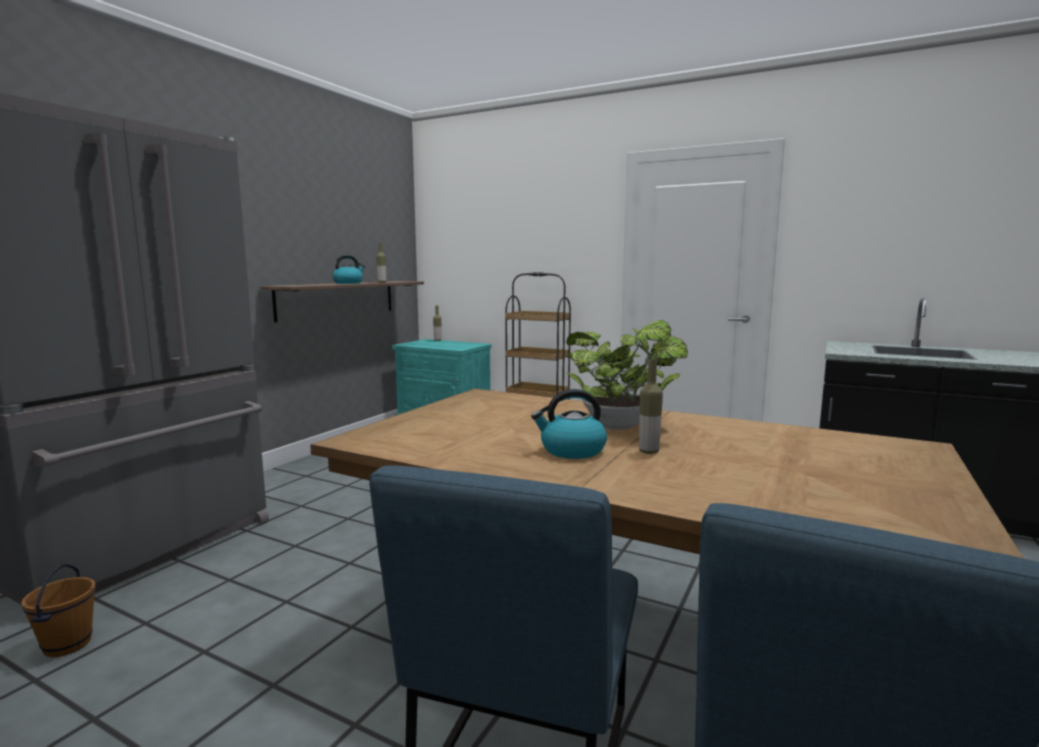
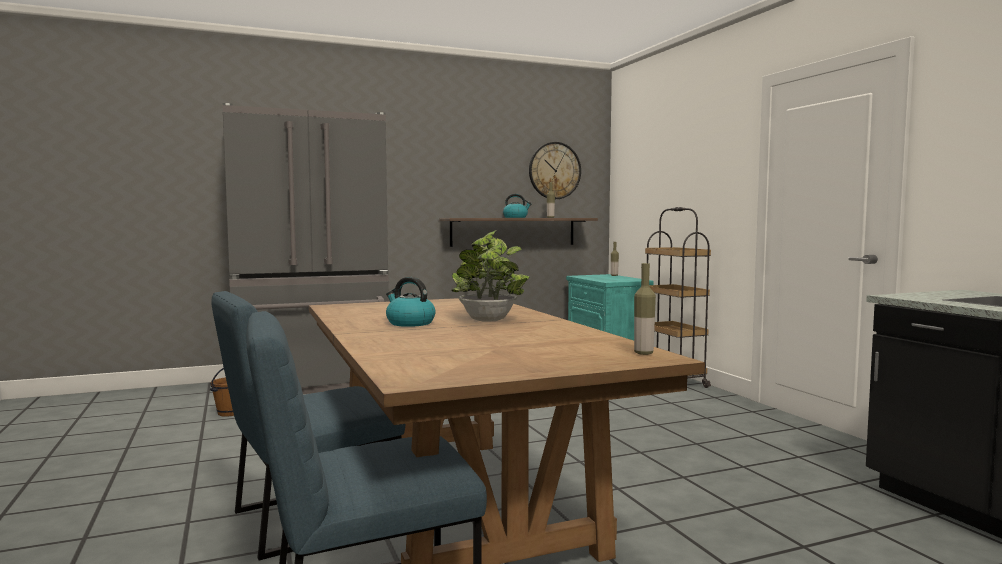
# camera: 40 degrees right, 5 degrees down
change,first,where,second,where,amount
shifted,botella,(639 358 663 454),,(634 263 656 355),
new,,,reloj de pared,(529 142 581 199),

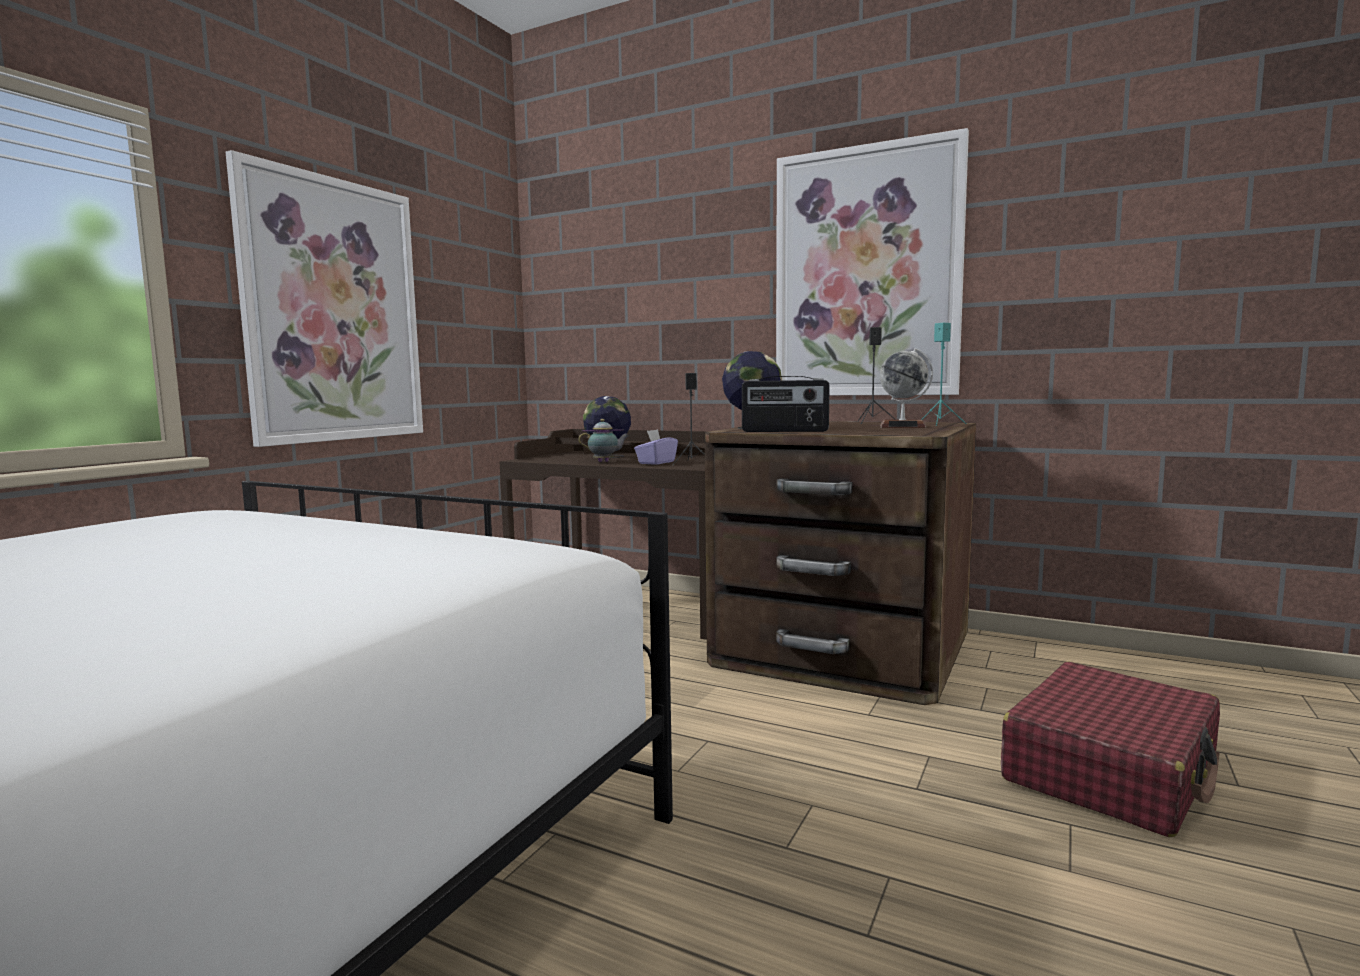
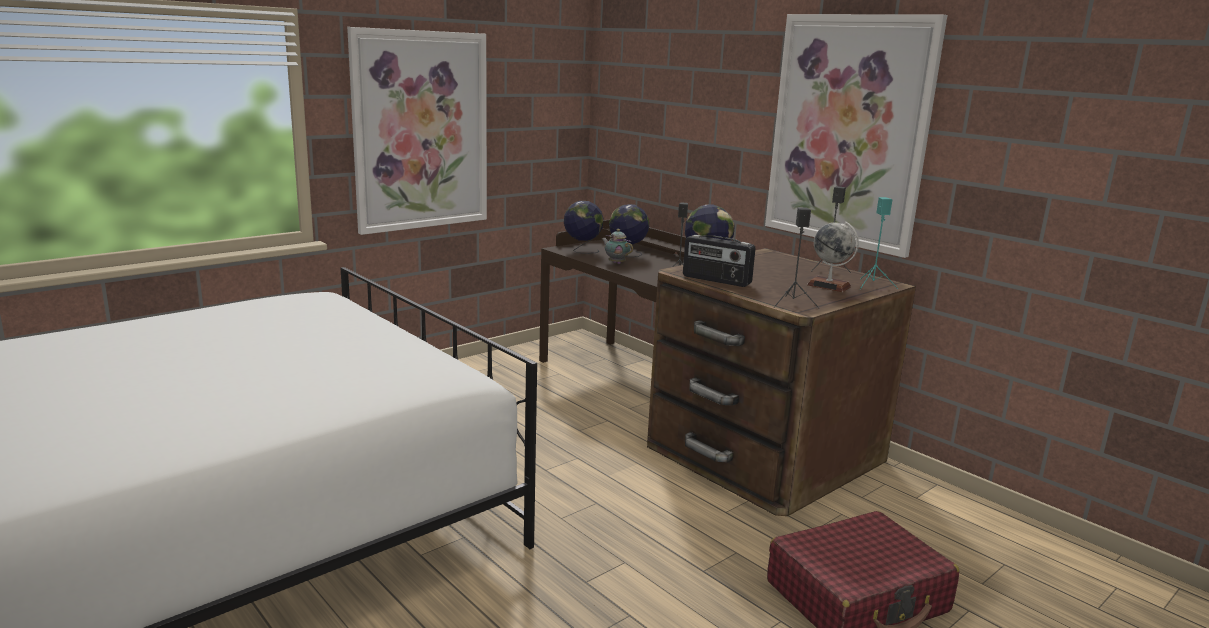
# camera: 20 degrees right, 10 degrees up
change,first,where,second,where,amount
rotated,tetera,(578 419 629 462),,(602 229 633 264),150 degrees counterclockwise
gone,caja de pañuelos (morado),(634 429 678 465),,,
new,,,globo terráqueo,(564 201 604 254),
new,,,altavoz (negro),(774 207 819 309),

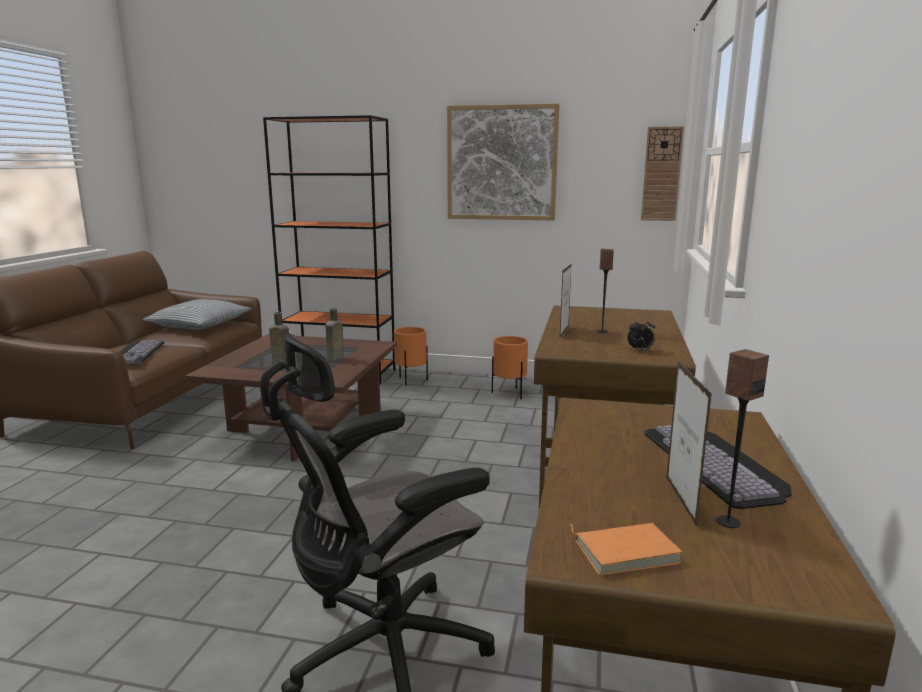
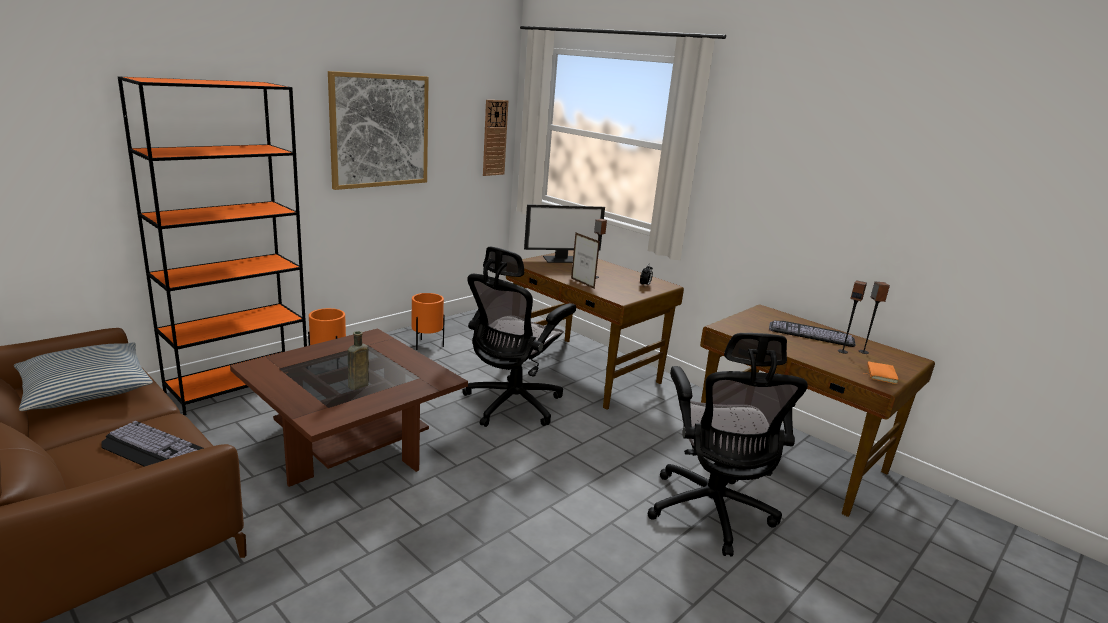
# camera: 60 degrees left, 5 degrees up
change,first,where,second,where,amount
gone,botella (marrón),(326 308 344 362),,,
swapped,portarretratos,(666 361 712 527),altavoz,(838 280 867 354),
new,,,monitor,(524 204 605 263),
new,,,silla de oficina,(462 247 576 427),

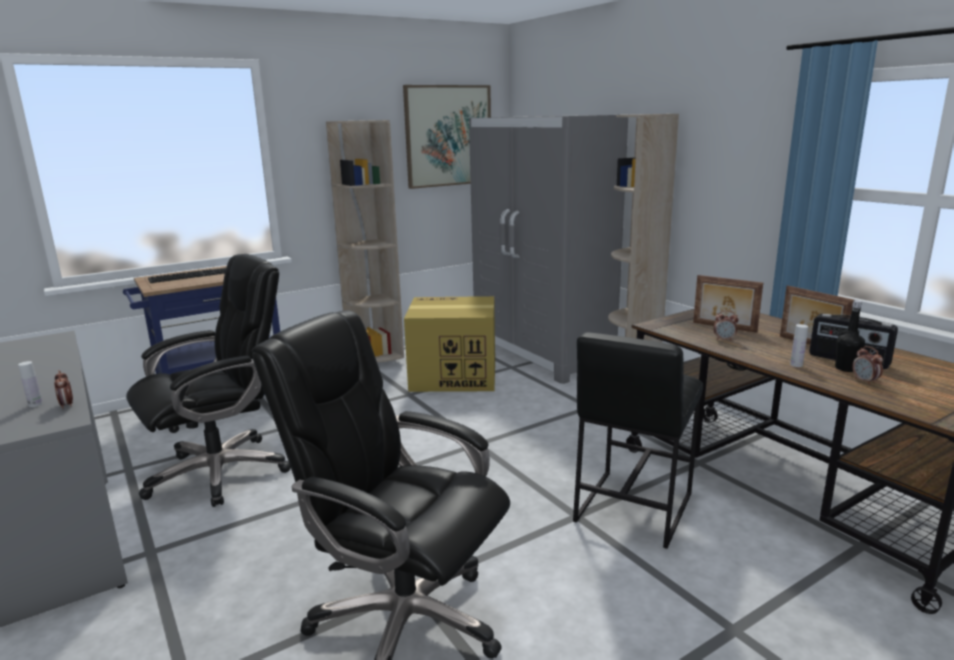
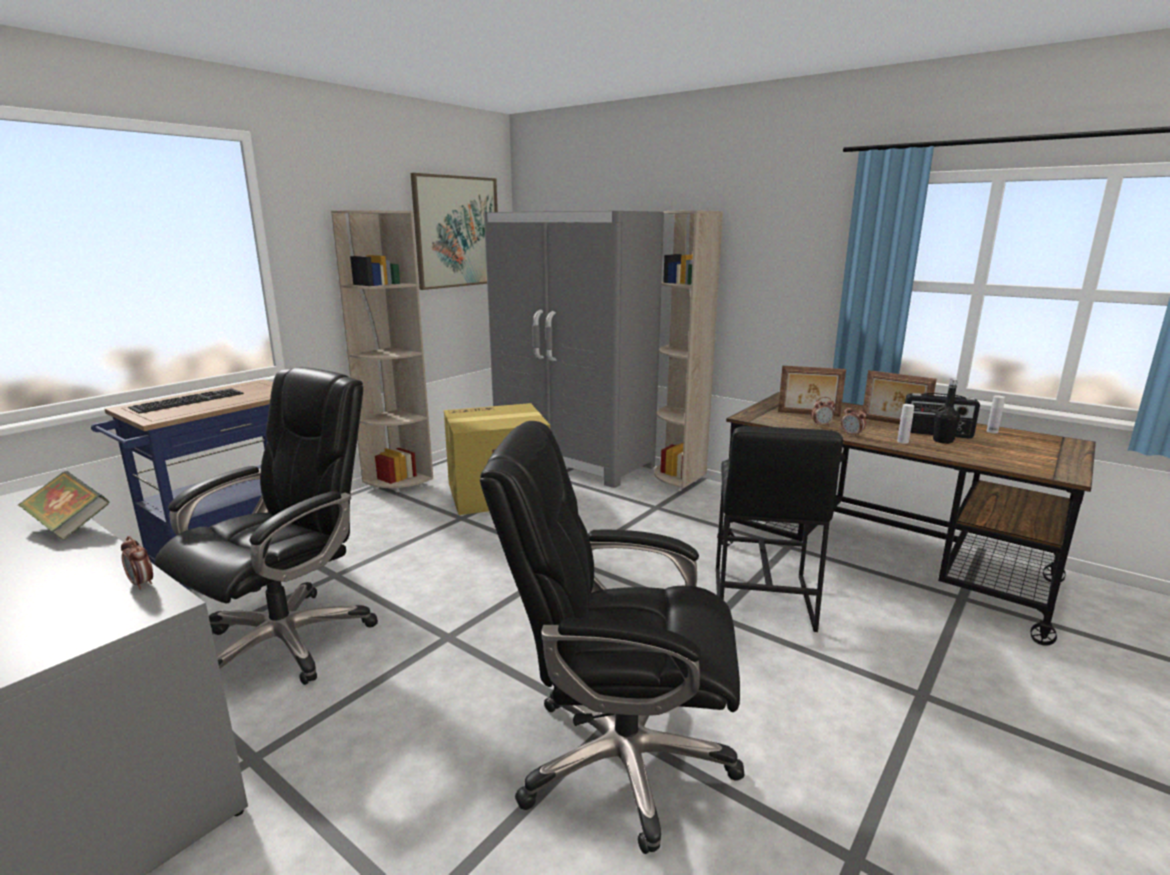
# camera: 20 degrees left, 0 degrees up
change,first,where,second,where,amount
shifted,despertador,(852 346 883 385),,(841 405 866 437),
shifted,botella (blanco),(18 361 43 407),,(987 395 1005 433),
new,,,libro,(17 471 109 540),

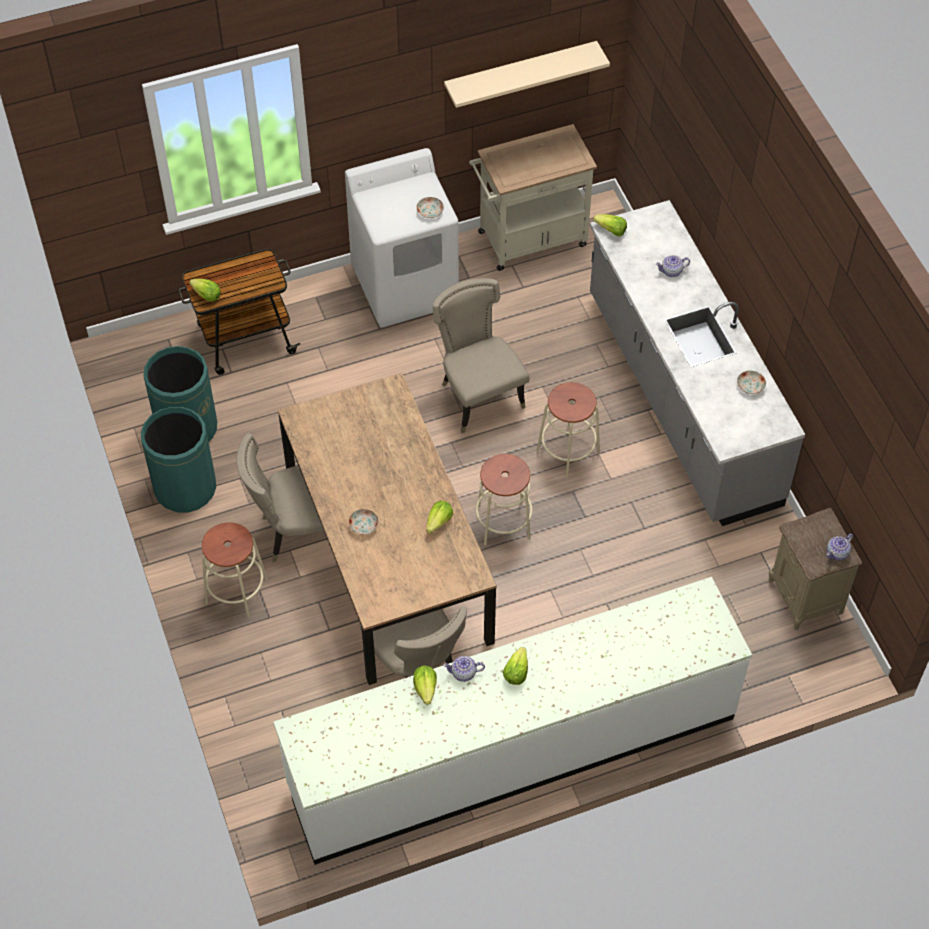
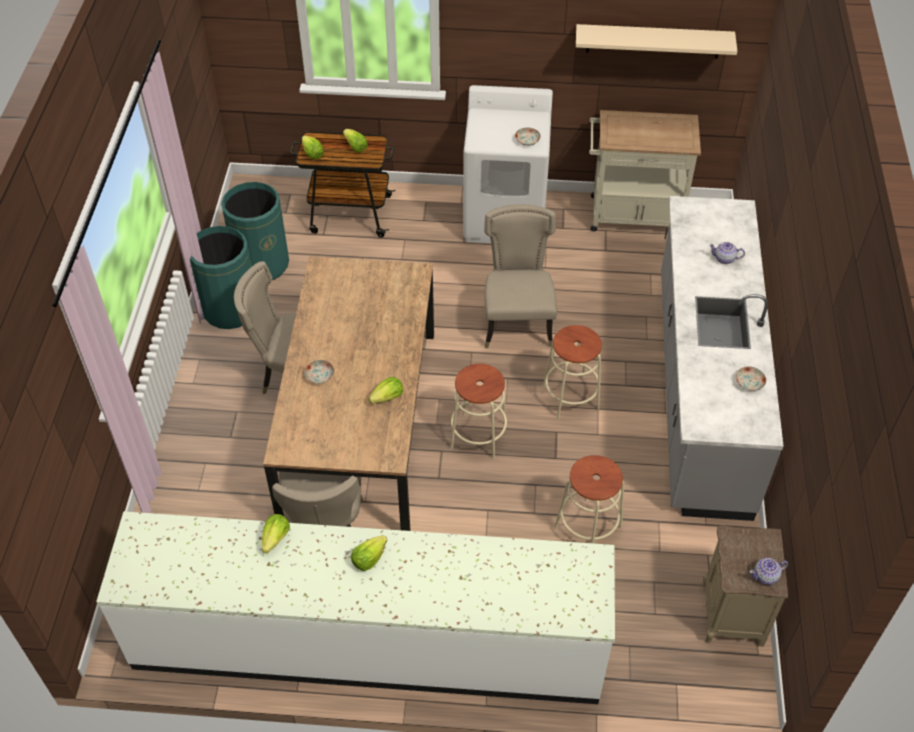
# camera: 25 degrees right, 5 degrees down
change,first,where,second,where,amount
shifted,lechuga,(593 214 627 237),,(343 129 368 153),
shifted,taburete (beis),(202 522 268 617),,(554 455 624 543),
gone,tetera,(443 656 485 682),,,

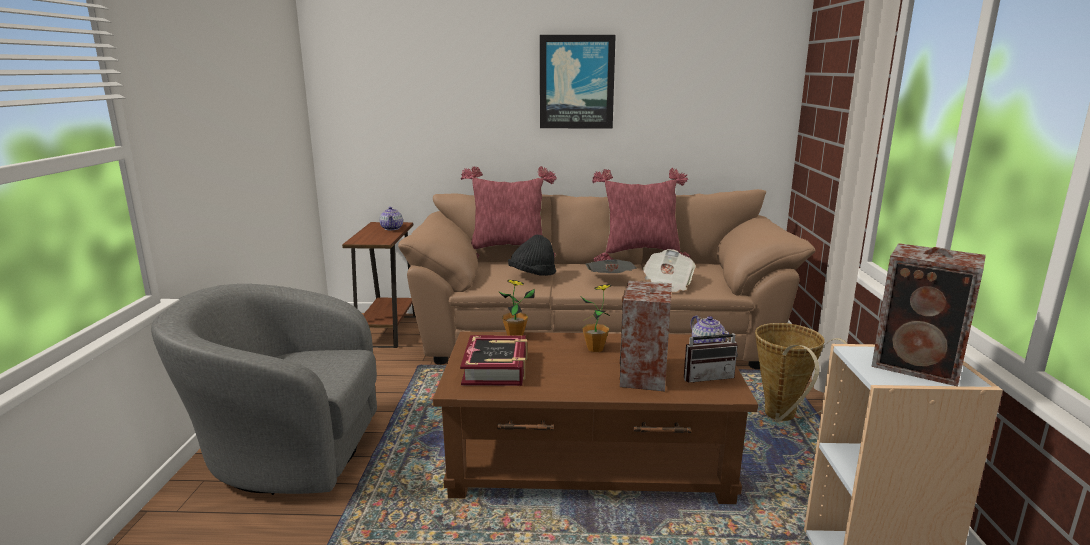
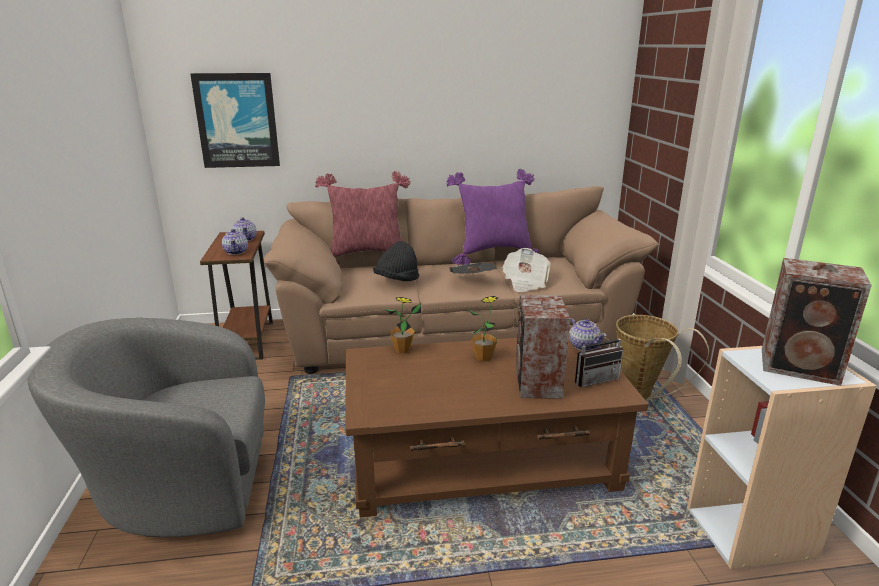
# camera: 10 degrees left, 5 degrees up
change,first,where,second,where,amount
shifted,cuadro,(540 35 616 129),,(190 73 280 168),
repainted,cojín (rojo),(592 168 691 262),cojín (morado),(447 169 540 265),
gone,libro,(460 335 527 386),,,
new,,,tetera,(222 229 248 255),

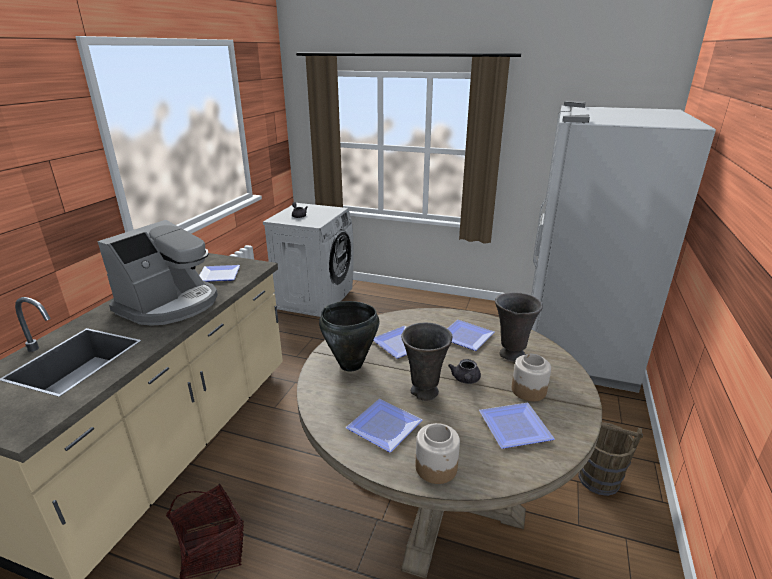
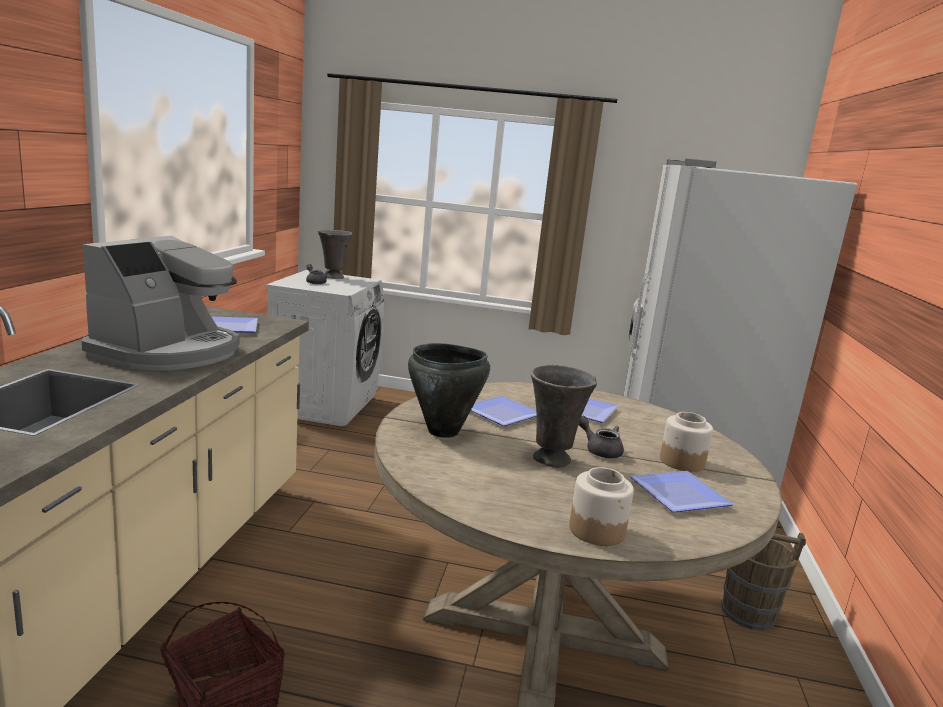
# camera: 10 degrees left, 10 degrees down
change,first,where,second,where,amount
shifted,florero (gris),(495 292 543 361),,(318 230 352 279),
rotated,tetera (gris),(448 359 481 384),,(578 416 624 458),135 degrees clockwise
gone,plato,(346 399 422 452),,,

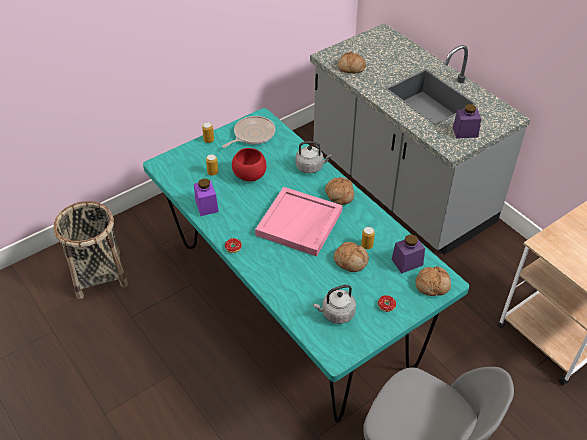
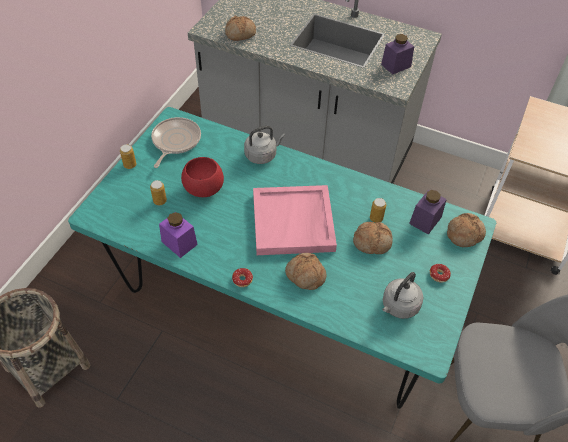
# camera: 30 degrees left, 5 degrees up
change,first,where,second,where,amount
shifted,pan,(325 177 354 205),,(285 253 326 290),

